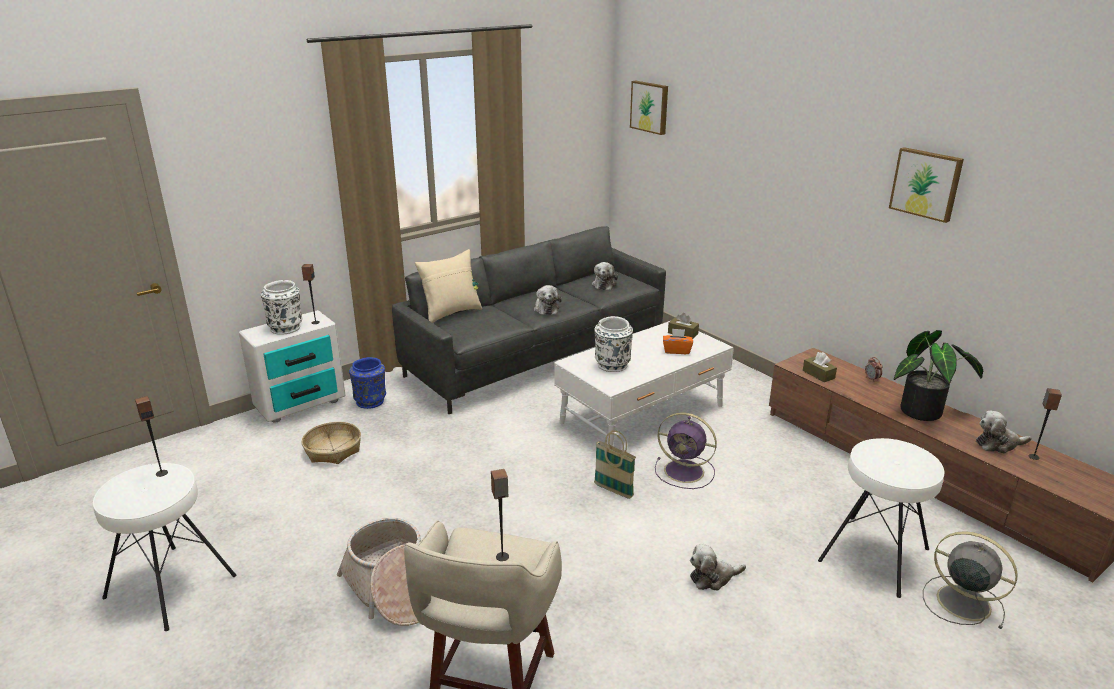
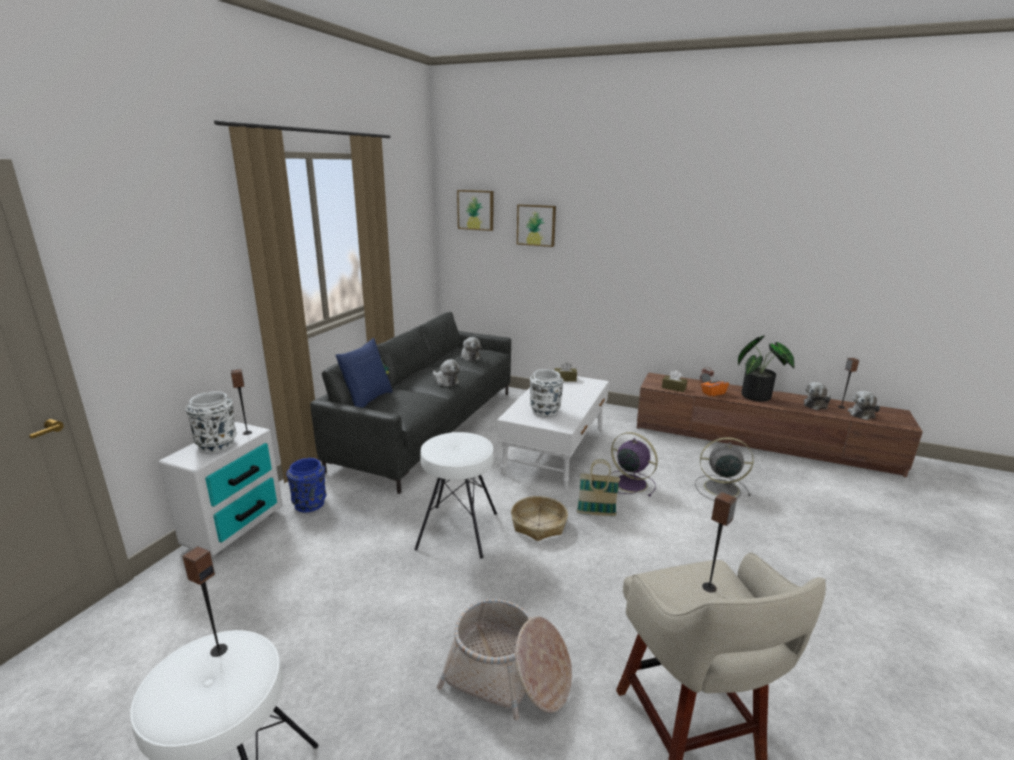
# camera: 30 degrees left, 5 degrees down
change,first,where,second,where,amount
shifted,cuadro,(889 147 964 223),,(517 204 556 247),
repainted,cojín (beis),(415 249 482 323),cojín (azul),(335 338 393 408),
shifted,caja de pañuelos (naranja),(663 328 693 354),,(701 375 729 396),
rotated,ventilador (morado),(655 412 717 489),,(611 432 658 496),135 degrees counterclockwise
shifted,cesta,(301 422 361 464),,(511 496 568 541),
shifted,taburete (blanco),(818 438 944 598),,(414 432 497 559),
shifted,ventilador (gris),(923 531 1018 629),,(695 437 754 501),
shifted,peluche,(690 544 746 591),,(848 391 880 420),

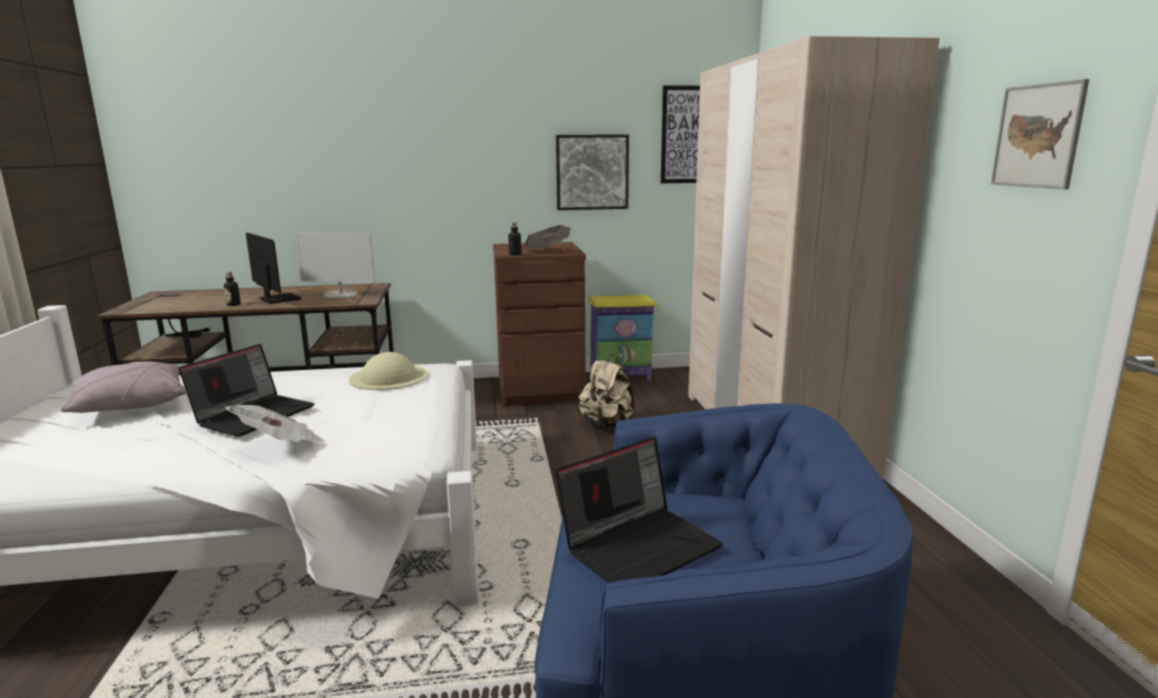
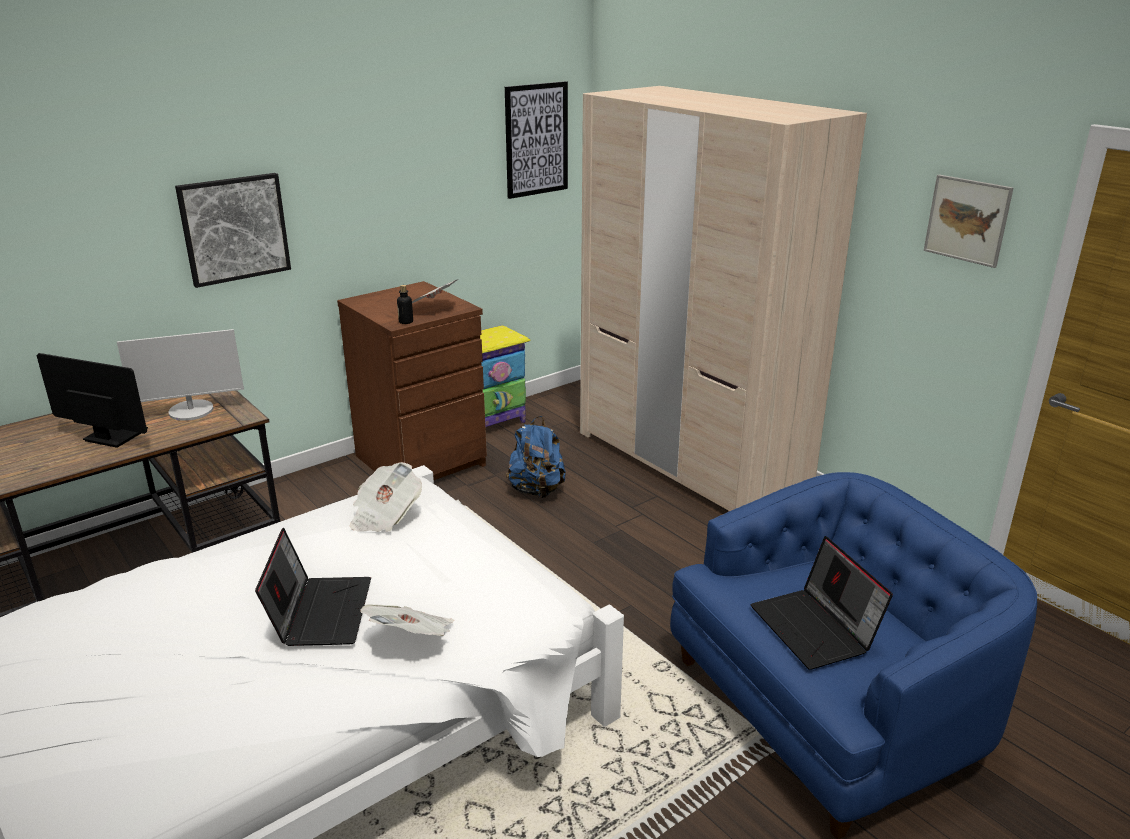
# camera: 30 degrees left, 10 degrees up
change,first,where,second,where,amount
shifted,cuadro,(556 134 629 210),,(175 173 291 288),
gone,botella,(224 272 241 306),,,
swapped,sombrero (beis),(349 352 428 390),periódico,(349 462 422 532),
repainted,mochila (beis),(579 354 635 430),mochila (azul),(506 416 566 498),
gone,cojín (morado),(61 362 186 413),,,
rotated,portátil,(556 437 723 583),,(751 536 893 670),135 degrees clockwise

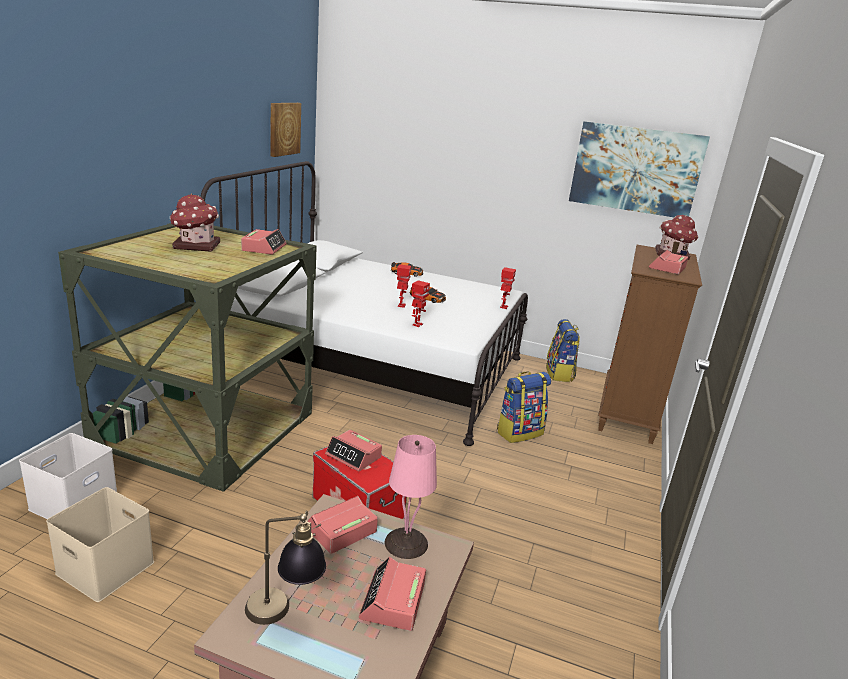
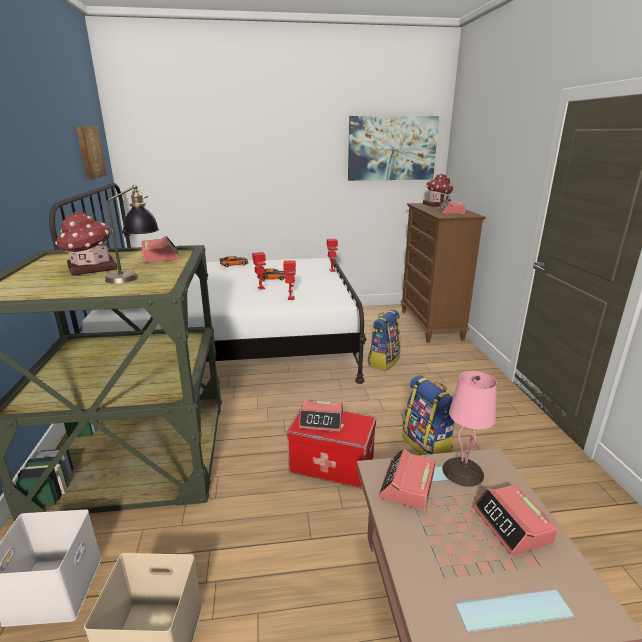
# camera: 25 degrees left, 0 degrees up
change,first,where,second,where,amount
shifted,mochila,(546 319 580 382),,(402 375 454 455),
shifted,lámpara de mesa,(245 511 326 625),,(105 184 159 284),

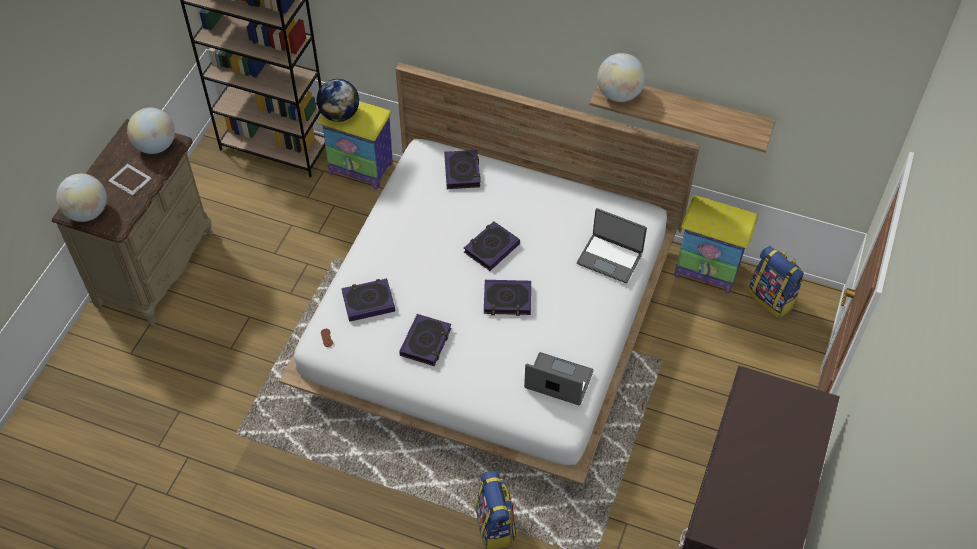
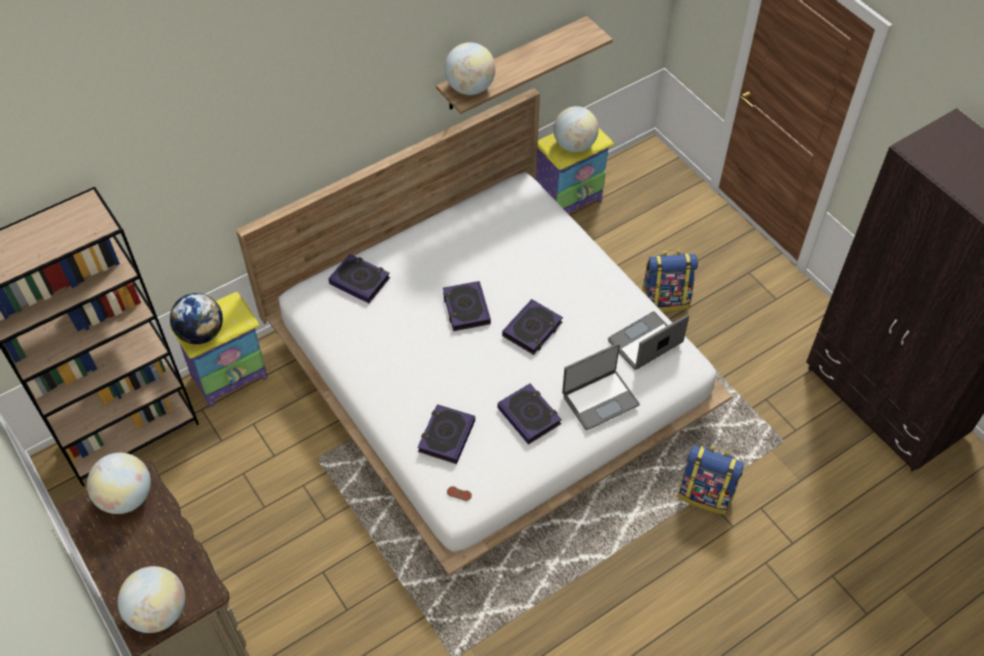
# camera: 55 degrees left, 0 degrees up
change,first,where,second,where,amount
gone,portarretratos,(108 164 152 196),,,
shifted,portátil,(577 208 647 283),,(562 343 640 430),
shifted,mochila,(748 246 804 318),,(642 250 698 312),
new,,,globo terráqueo,(553 106 599 152),

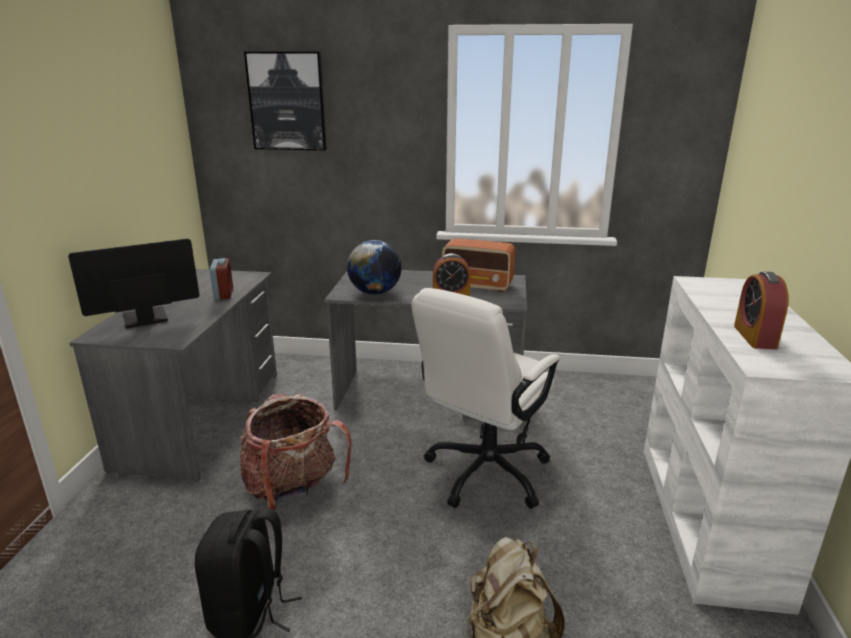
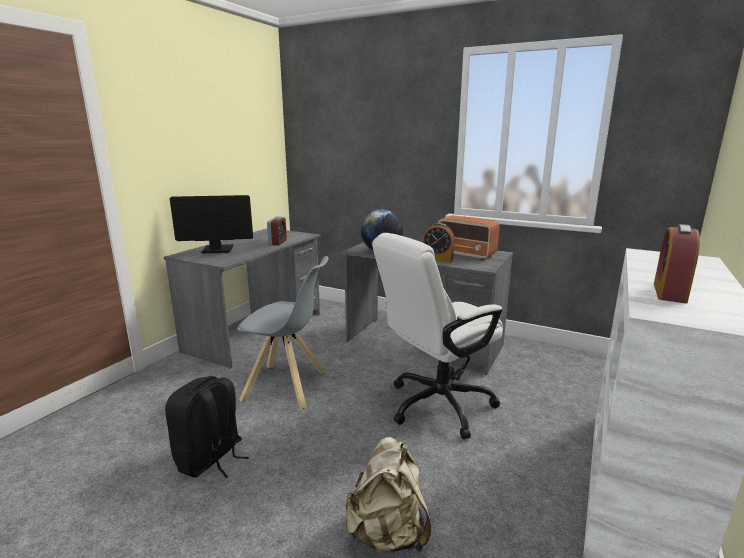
# camera: 20 degrees right, 5 degrees down
change,first,where,second,where,amount
gone,cuadro,(244 52 327 150),,,
swapped,mochila,(240 394 352 511),silla (gris),(237 256 329 409),

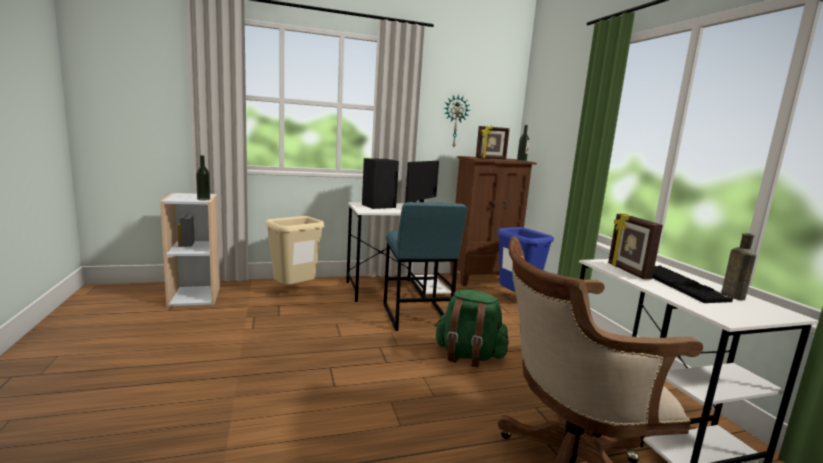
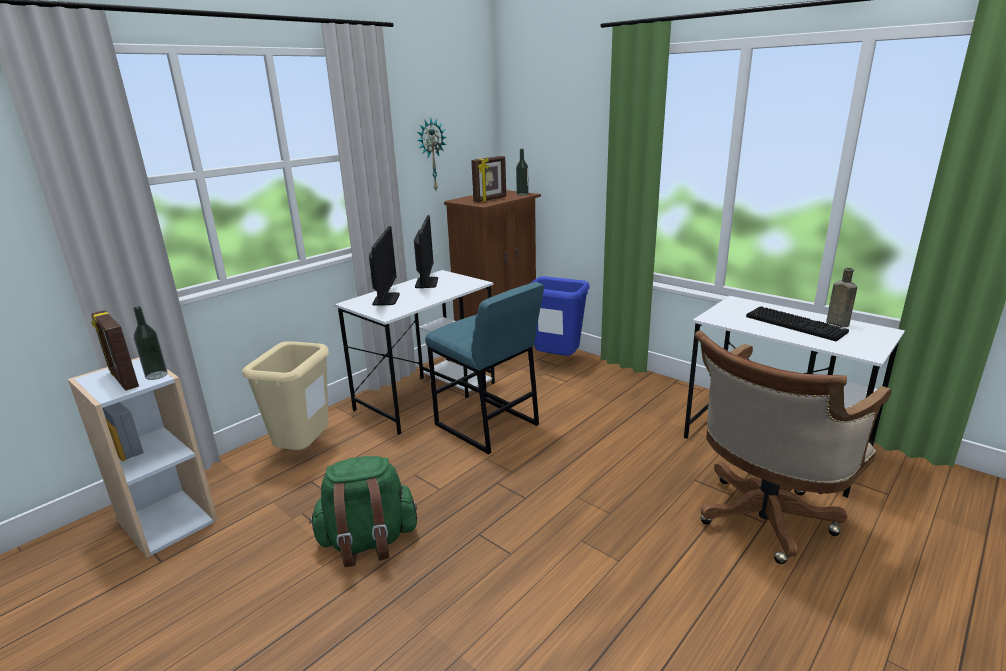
# camera: 30 degrees left, 10 degrees up
change,first,where,second,where,amount
swapped,altavoz (negro),(362 158 399 209),monitor,(369 226 400 306),
shifted,portarretratos,(608 214 663 279),,(91 310 139 390),
shifted,mochila (verde),(435 290 509 367),,(309 456 417 567),

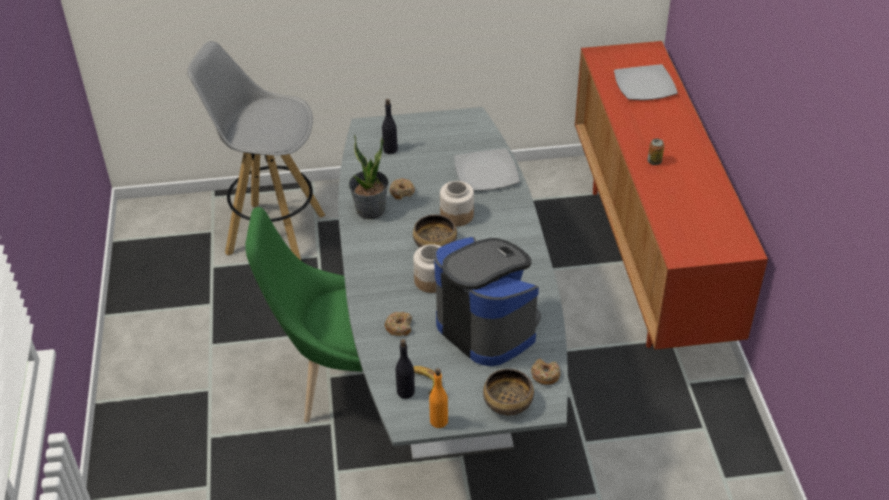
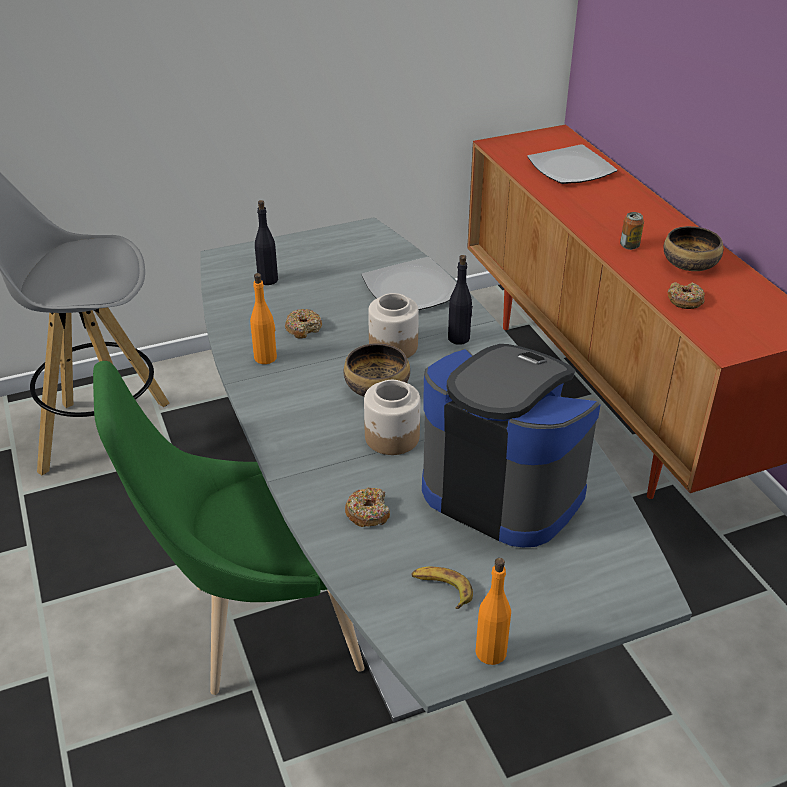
# camera: 15 degrees left, 5 degrees down
change,first,where,second,where,amount
swapped,planta en maceta,(349 135 389 220),botella (naranja),(250 273 277 364),
shifted,botella (negro),(396 339 415 399),,(448 255 473 345),
shifted,rosquilla,(531 359 560 385),,(668 282 705 309),
shifted,cuenco,(483 369 534 415),,(663 226 723 271),

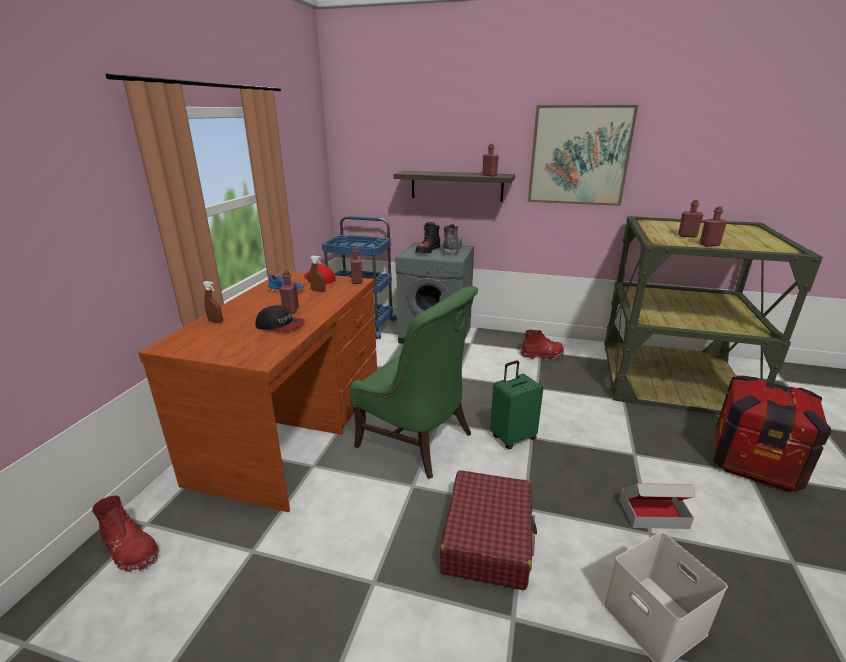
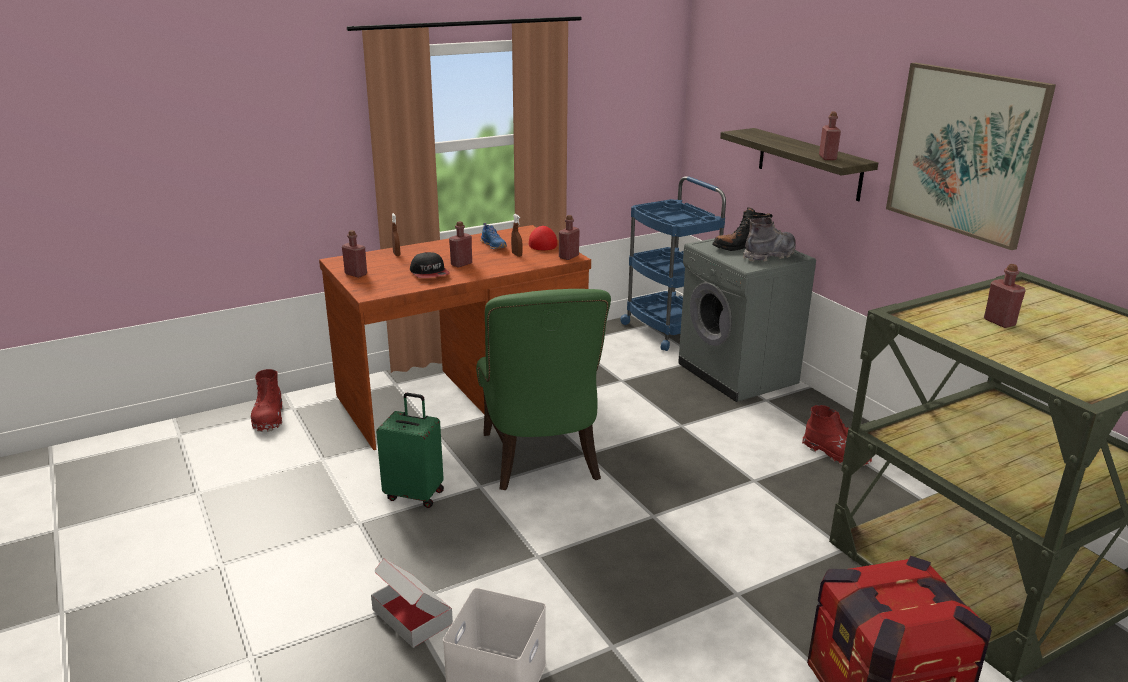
# camera: 45 degrees right, 0 degrees up
change,first,where,second,where,amount
shifted,botella (rojo),(699 206 727 247),,(342 230 367 278),
shifted,maleta (verde),(490 360 543 449),,(376 393 444 508),
gone,maleta (rojo),(440 470 537 590),,,
shifted,caja de cartón,(619 483 696 529),,(371 559 453 648),

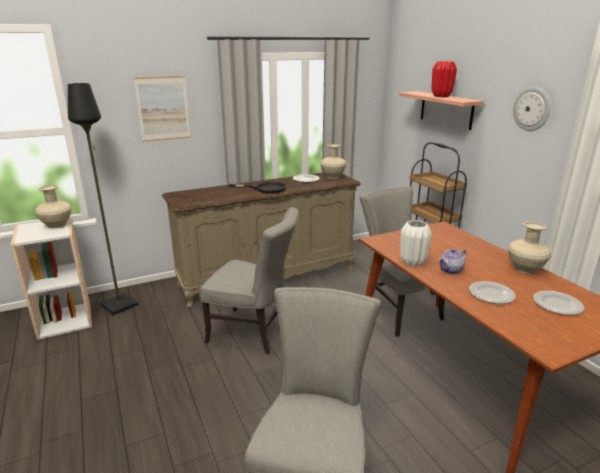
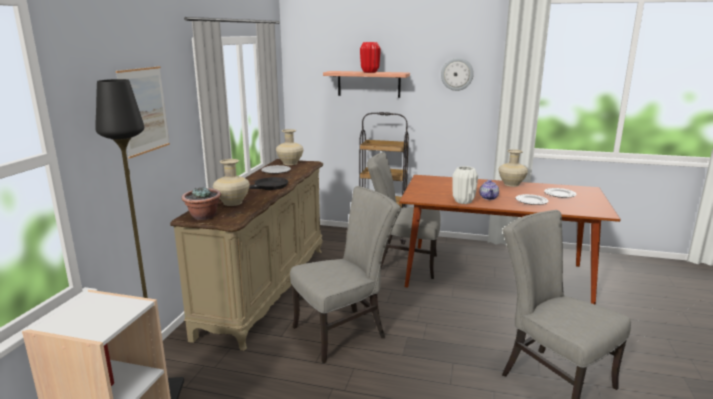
# camera: 50 degrees left, 5 degrees down
change,first,where,second,where,amount
shifted,florero (beis),(35 185 72 229),,(213 159 250 206),
new,,,planta en maceta,(182 187 221 220),

